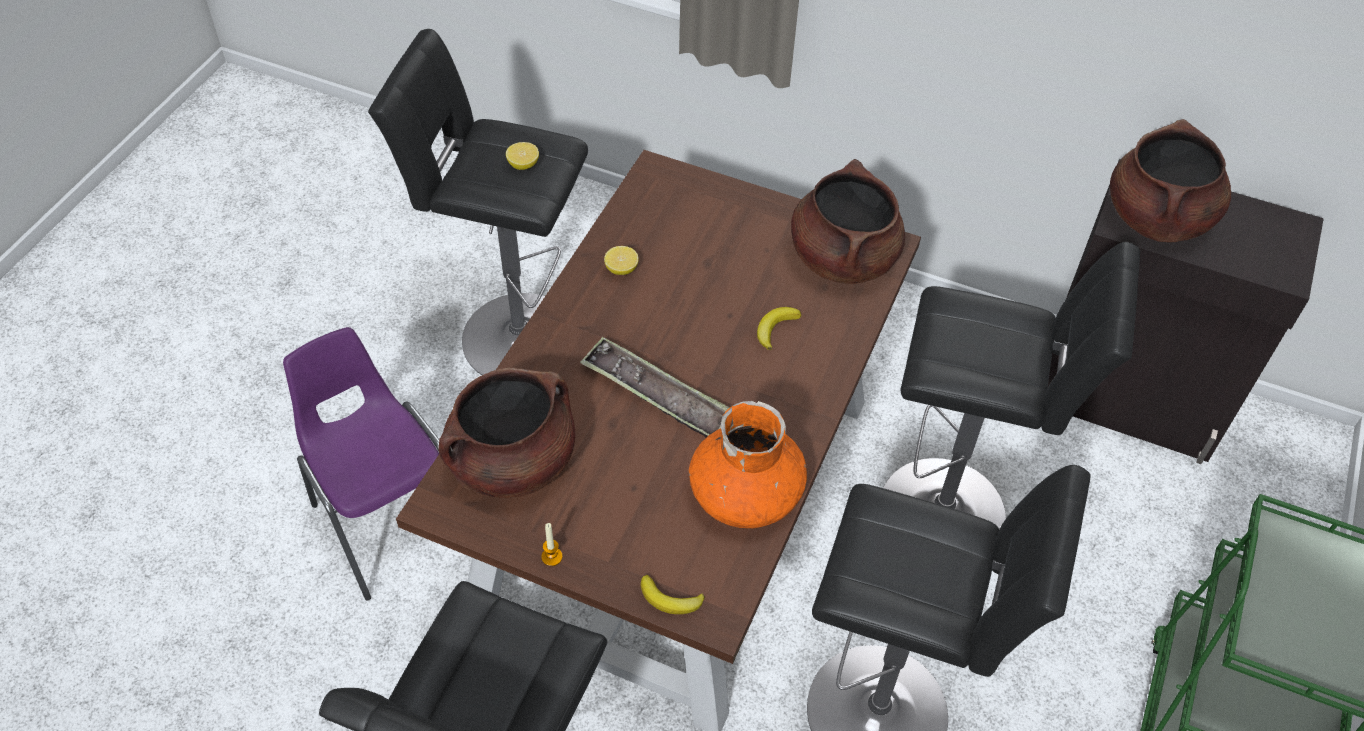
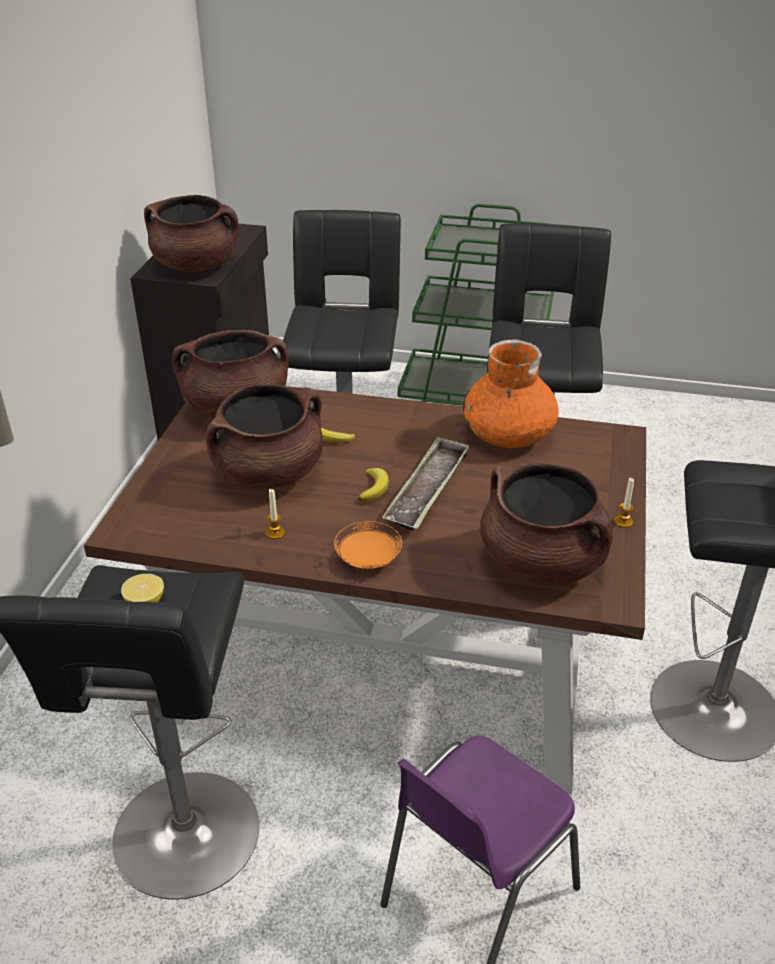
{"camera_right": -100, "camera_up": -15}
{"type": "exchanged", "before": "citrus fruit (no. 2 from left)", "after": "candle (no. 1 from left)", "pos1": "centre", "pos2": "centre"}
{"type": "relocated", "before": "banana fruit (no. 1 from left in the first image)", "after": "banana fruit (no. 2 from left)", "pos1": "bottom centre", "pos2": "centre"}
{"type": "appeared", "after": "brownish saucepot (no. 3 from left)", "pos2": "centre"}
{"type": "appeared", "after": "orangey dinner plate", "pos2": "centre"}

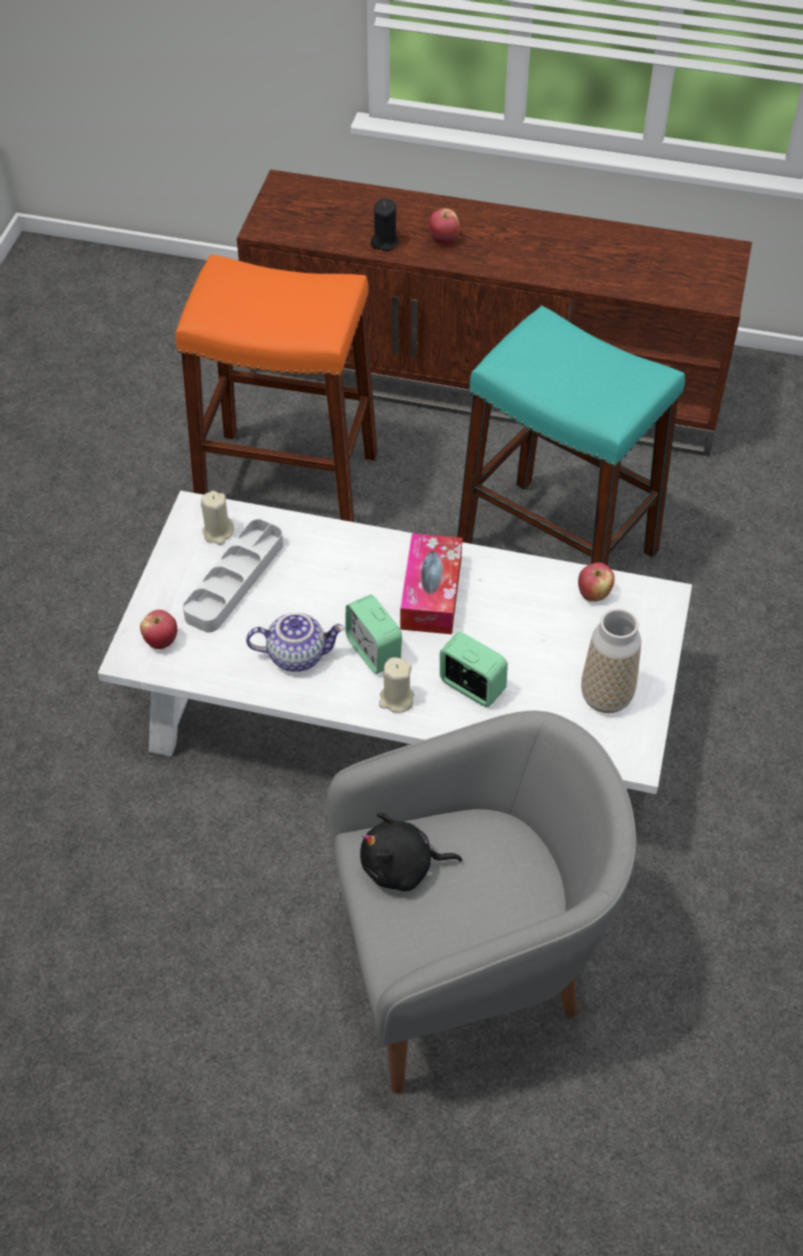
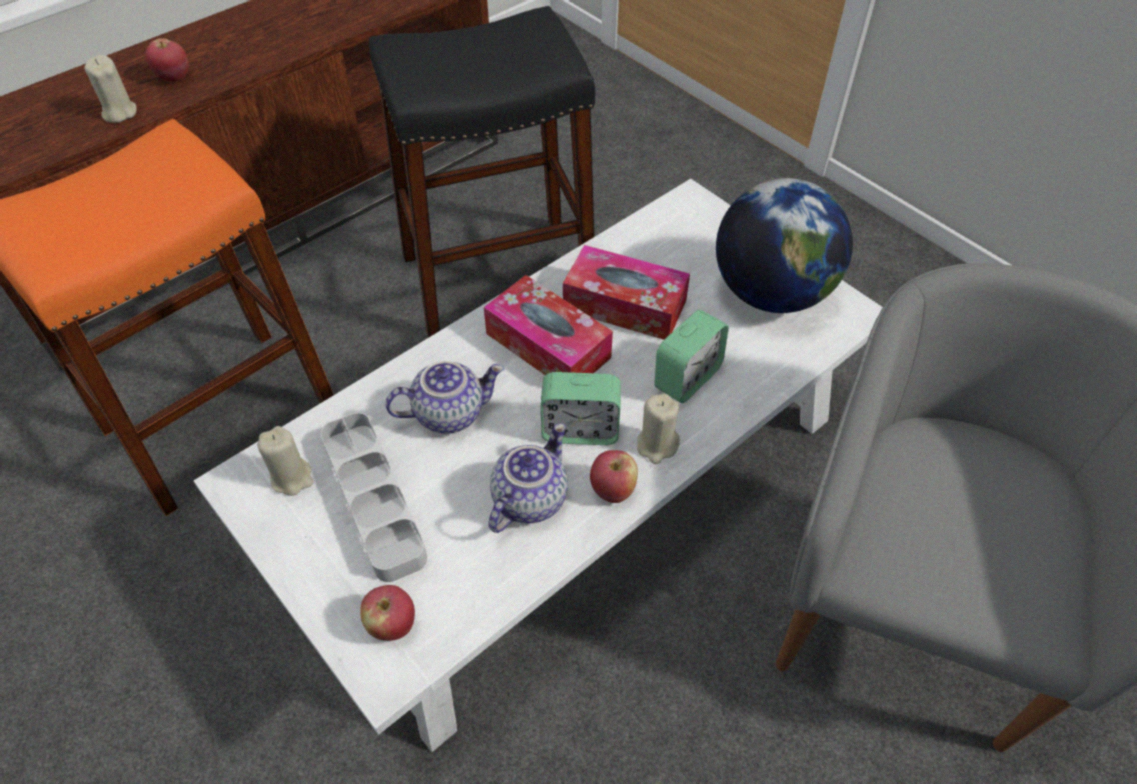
{"camera_right": -55, "camera_up": 0}
{"type": "colour", "before": "blackish candle", "after": "beige-coloured candle (no. 1 from left)", "pos1": "top centre", "pos2": "top left"}
{"type": "colour", "before": "turquoise-coloured stool seat", "after": "blackish stool seat", "pos1": "middle right", "pos2": "top centre"}
{"type": "relocated", "before": "apple fruit (no. 3 from left)", "pos1": "middle right", "pos2": "centre"}
{"type": "exchanged", "before": "flower vase", "after": "globe", "pos1": "middle right", "pos2": "top right"}
{"type": "spun", "before": "bedside clock (no. 2 from left)", "pos1": "centre", "pos2": "centre", "turn": 150}
{"type": "missing", "before": "blackish plush toy", "pos1": "bottom centre"}
{"type": "appeared", "after": "tissue holder (no. 2 from left)", "pos2": "centre"}
{"type": "appeared", "after": "tea pot (no. 1 from left)", "pos2": "centre"}

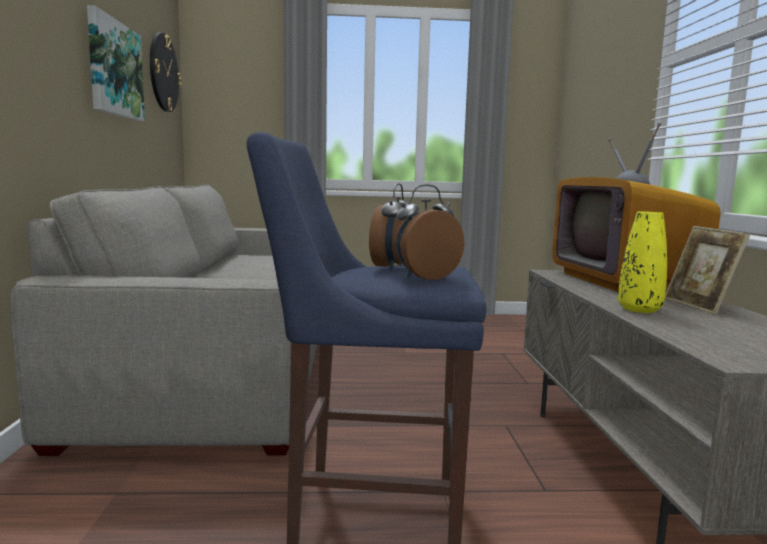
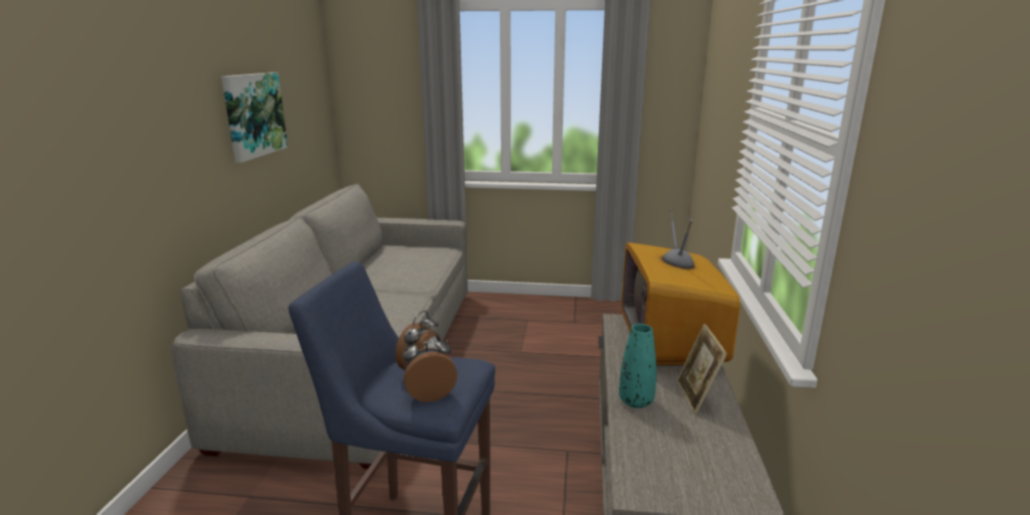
{"camera_right": 10, "camera_up": 10}
{"type": "missing", "before": "clock on the wall", "pos1": "top left"}
{"type": "colour", "before": "yellow flower vase", "after": "turquoise-coloured flower vase", "pos1": "middle right", "pos2": "bottom centre"}

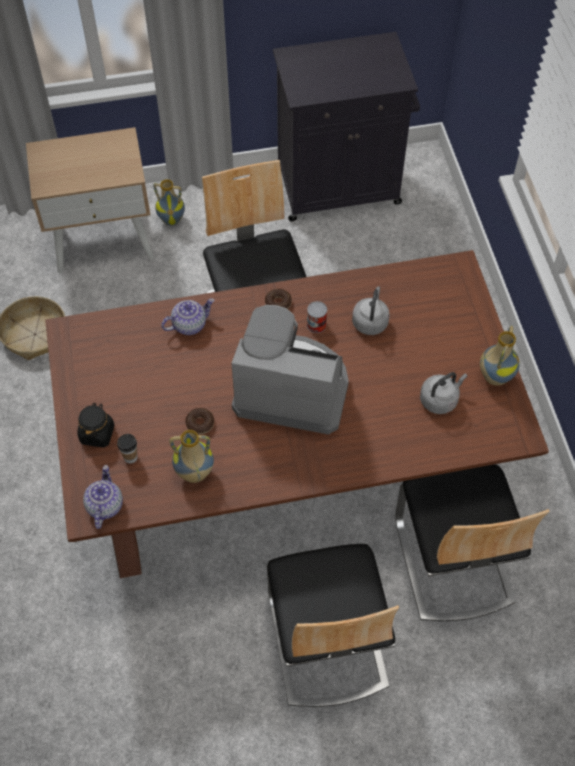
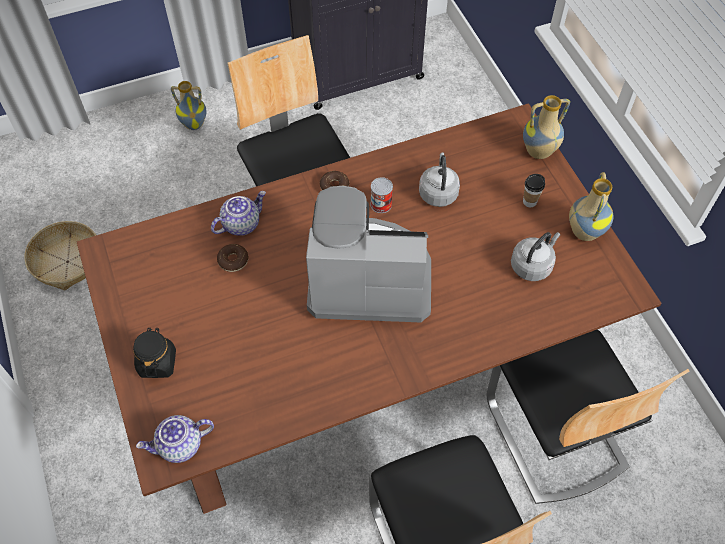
{"camera_right": -10, "camera_up": 0}
{"type": "missing", "before": "beige-coloured nightstand", "pos1": "top left"}
{"type": "relocated", "before": "ring doughnut (no. 1 from left)", "pos1": "centre", "pos2": "middle left"}
{"type": "relocated", "before": "flower vase (no. 2 from left)", "pos1": "middle left", "pos2": "top right"}
{"type": "relocated", "before": "drinking cup", "pos1": "middle left", "pos2": "middle right"}
{"type": "spun", "before": "tea pot (no. 1 from left)", "pos1": "middle left", "pos2": "bottom left", "turn": -105}

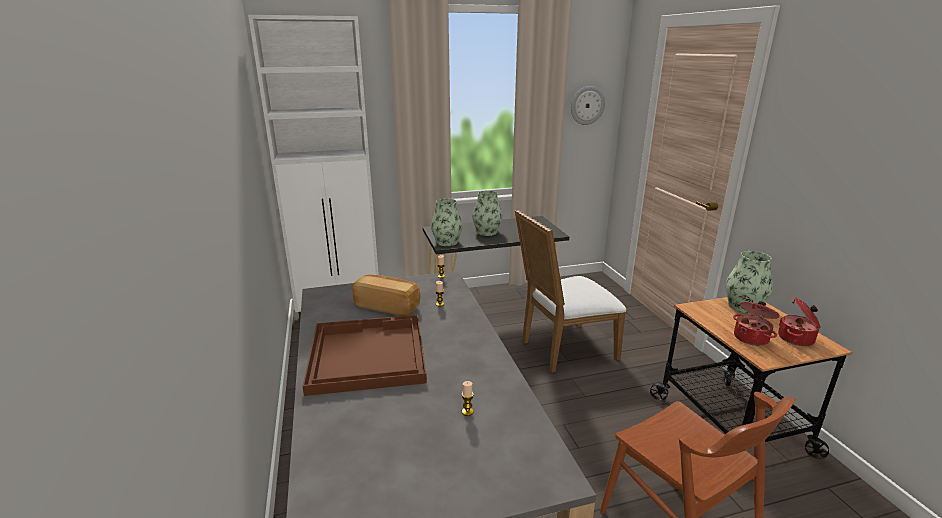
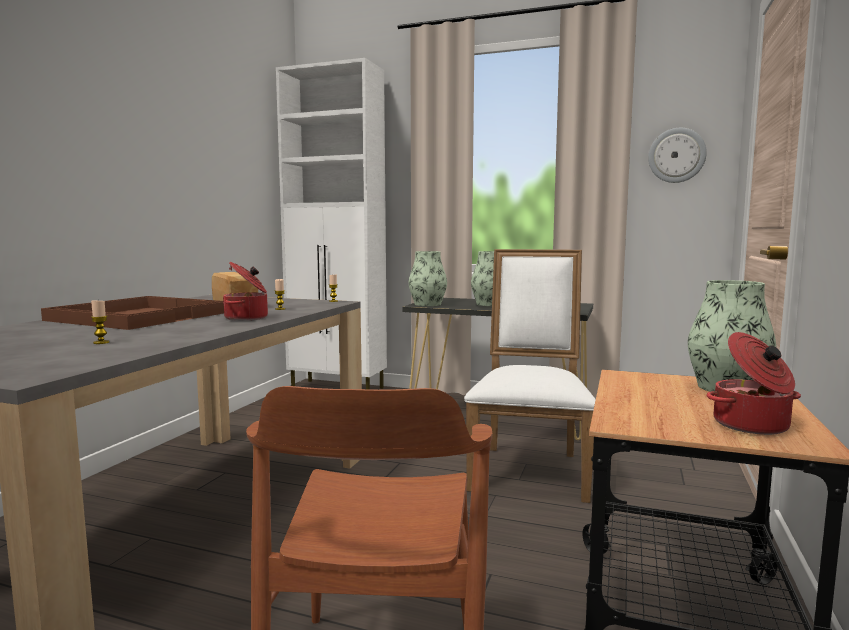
{"camera_right": 35, "camera_up": -15}
{"type": "spun", "before": "white-coloured chair", "pos1": "centre", "pos2": "centre", "turn": 90}
{"type": "relocated", "before": "saucepot (no. 1 from left)", "pos1": "middle right", "pos2": "middle left"}

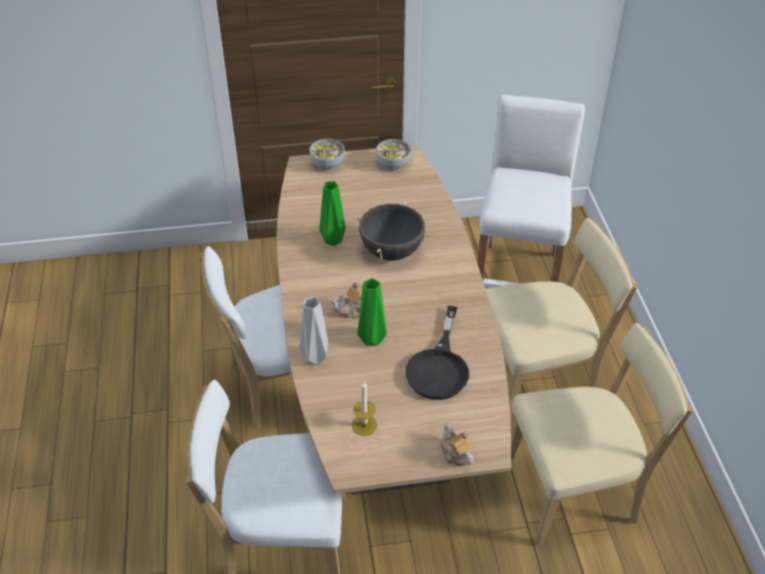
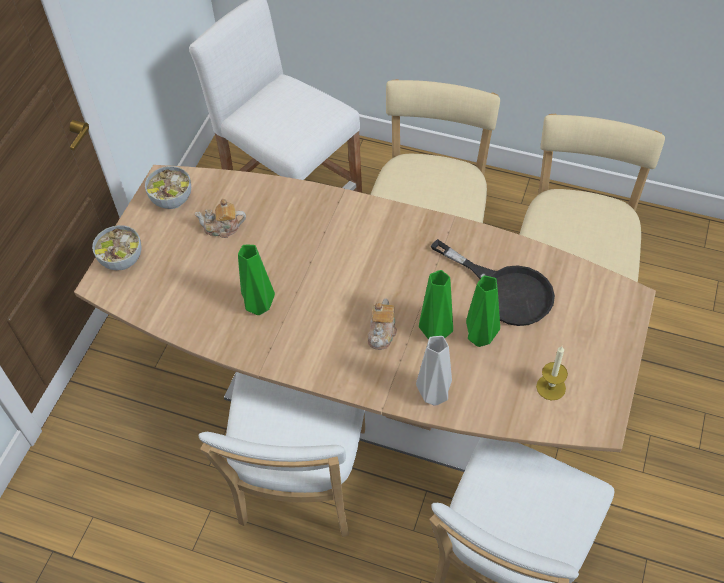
{"camera_right": -60, "camera_up": 10}
{"type": "missing", "before": "blackish saucepot", "pos1": "centre"}
{"type": "relocated", "before": "tea pot (no. 2 from left in the first image)", "after": "tea pot (no. 1 from left)", "pos1": "bottom centre", "pos2": "middle left"}
{"type": "appeared", "after": "green-coloured flower vase (no. 3 from left)", "pos2": "middle right"}

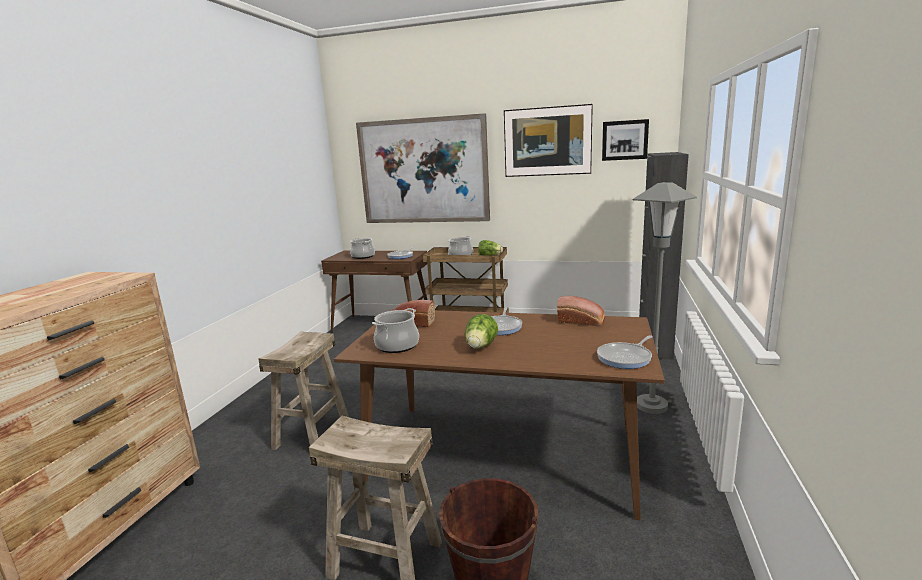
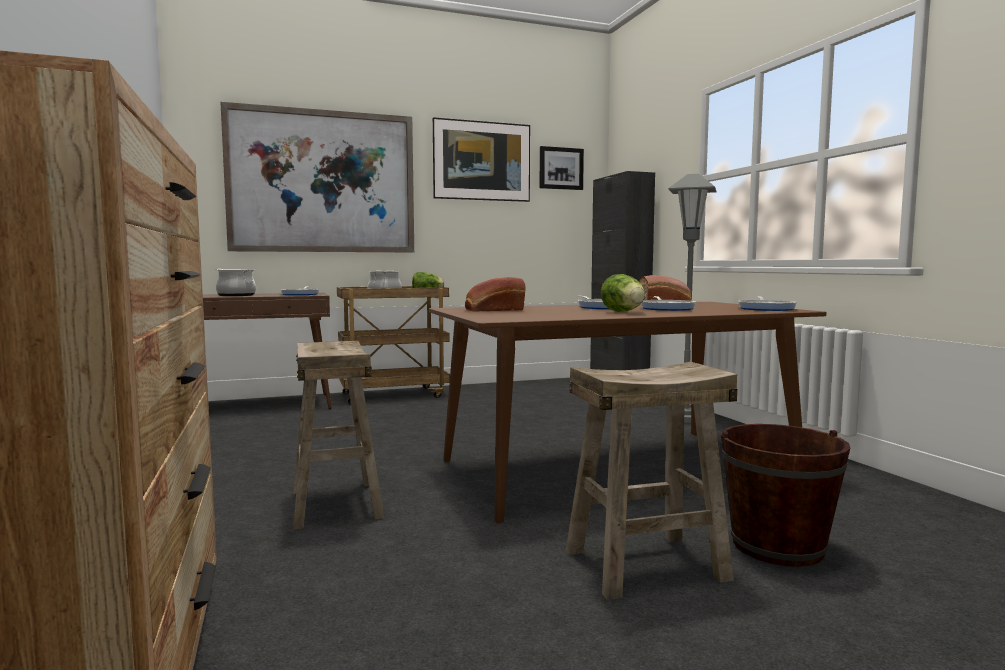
{"camera_right": -35, "camera_up": -10}
{"type": "missing", "before": "saucepot (no. 2 from left)", "pos1": "centre"}
{"type": "appeared", "after": "frying pan (no. 3 from left)", "pos2": "centre"}

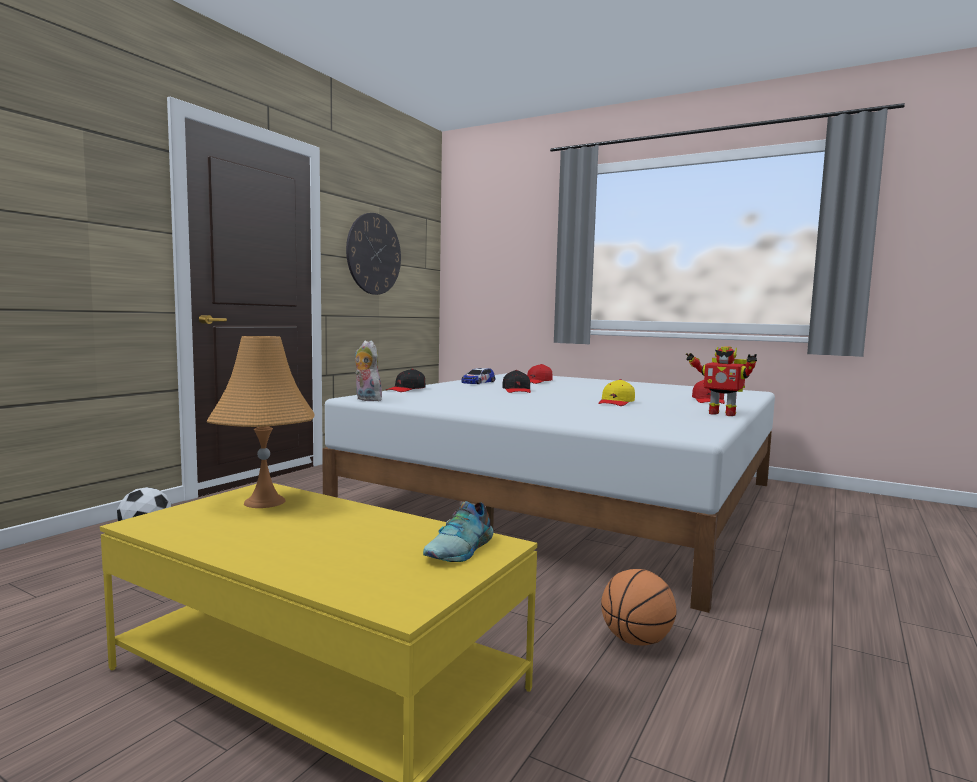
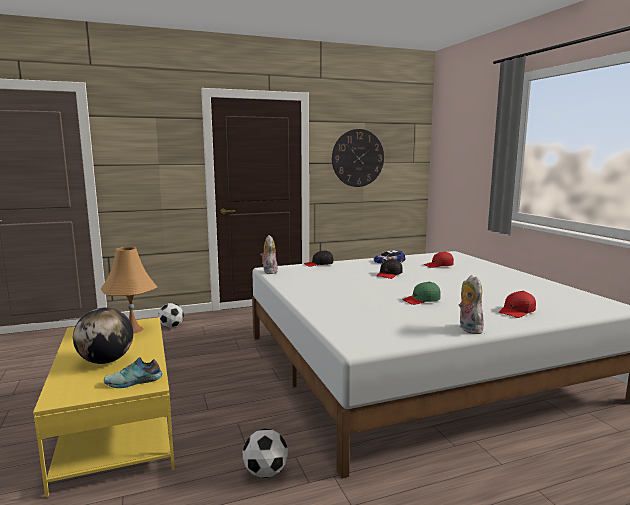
{"camera_right": 40, "camera_up": 5}
{"type": "exchanged", "before": "robot figure", "after": "plush toy (no. 2 from left)", "pos1": "middle right", "pos2": "middle right"}
{"type": "colour", "before": "yellow peaked cap", "after": "green-coloured peaked cap", "pos1": "centre", "pos2": "middle right"}
{"type": "exchanged", "before": "basketball", "after": "football (no. 2 from left)", "pos1": "bottom centre", "pos2": "bottom centre"}
{"type": "appeared", "after": "globe", "pos2": "middle left"}

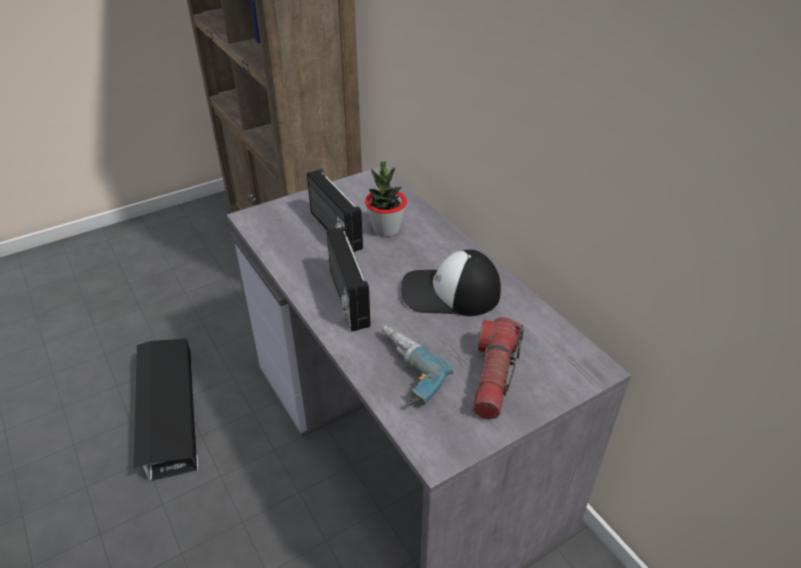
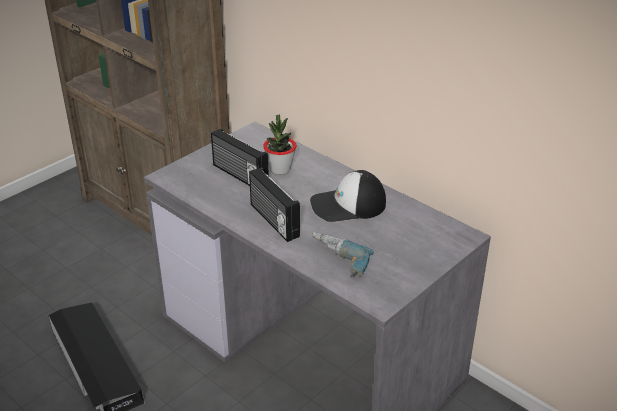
{"camera_right": -15, "camera_up": -5}
{"type": "missing", "before": "hand torch", "pos1": "centre"}

